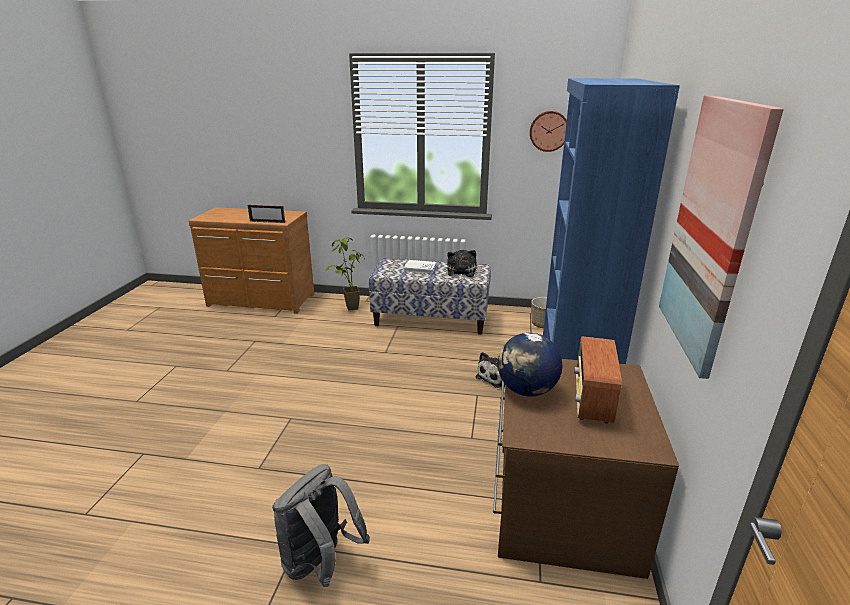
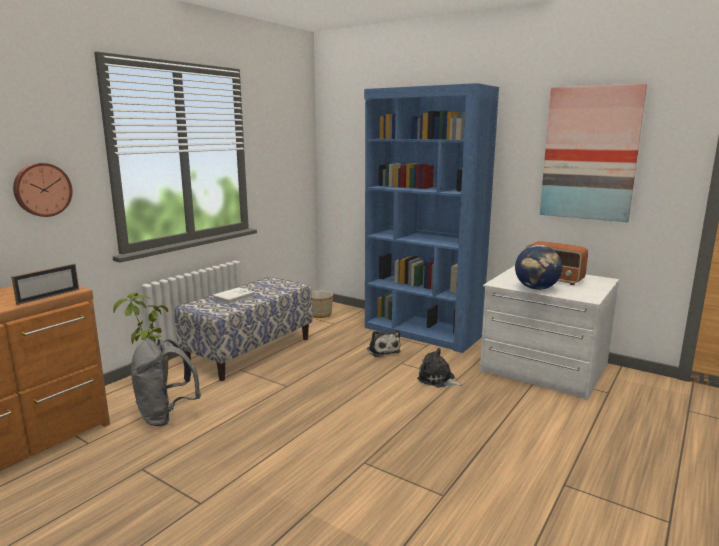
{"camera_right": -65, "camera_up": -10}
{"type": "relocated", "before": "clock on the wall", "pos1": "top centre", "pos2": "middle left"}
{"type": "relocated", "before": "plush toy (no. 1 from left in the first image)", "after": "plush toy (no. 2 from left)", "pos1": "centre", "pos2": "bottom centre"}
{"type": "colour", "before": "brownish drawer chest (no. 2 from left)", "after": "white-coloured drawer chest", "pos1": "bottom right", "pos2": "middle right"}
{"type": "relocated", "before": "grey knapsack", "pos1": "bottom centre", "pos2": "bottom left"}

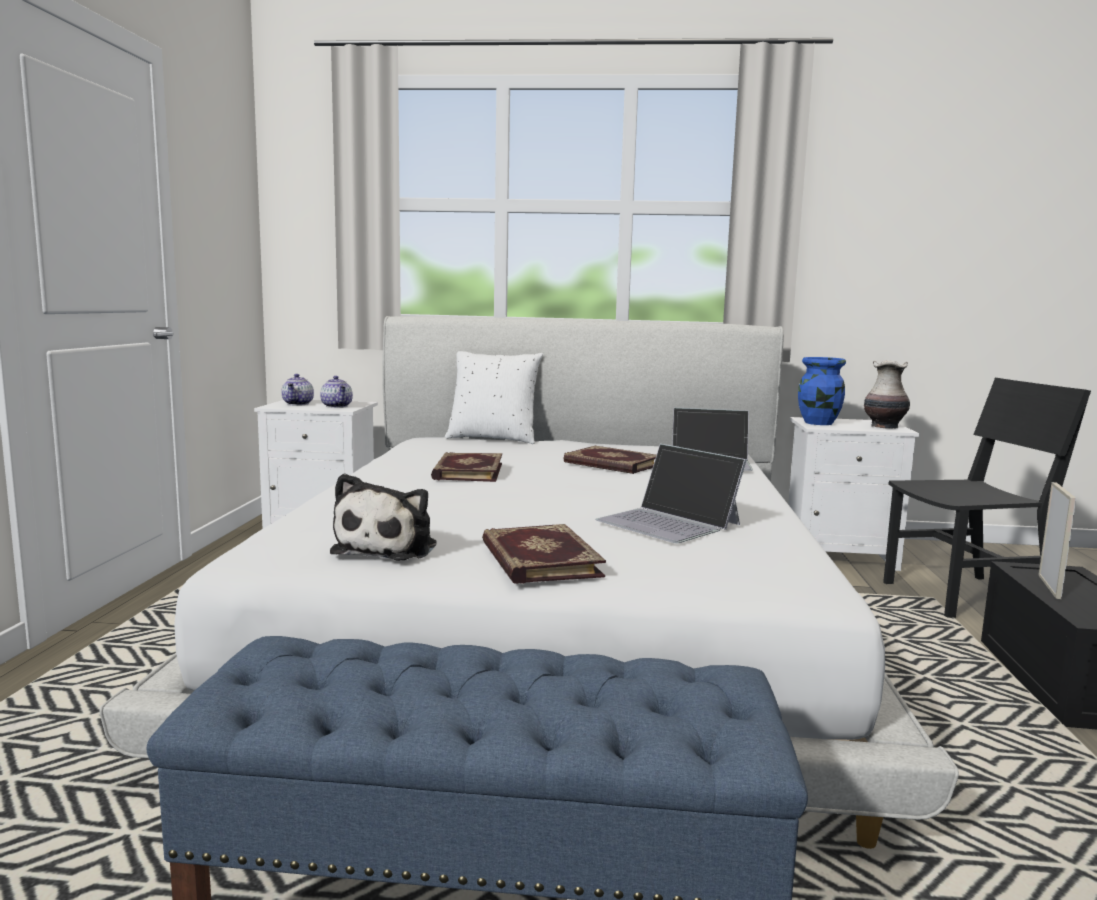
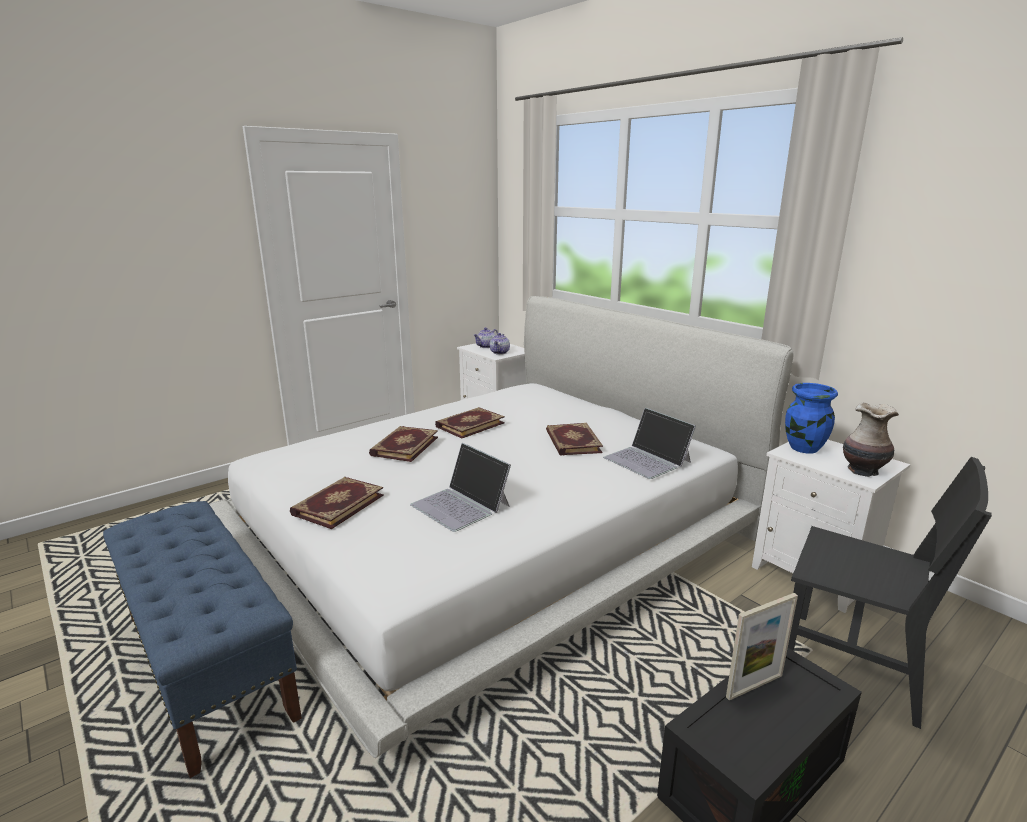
{"camera_right": 45, "camera_up": 10}
{"type": "missing", "before": "white-coloured throw pillow", "pos1": "centre"}
{"type": "spun", "before": "notebook computer (no. 1 from left)", "pos1": "centre", "pos2": "centre", "turn": -45}
{"type": "missing", "before": "plush toy", "pos1": "centre"}
{"type": "appeared", "after": "bound book (no. 2 from left)", "pos2": "centre"}

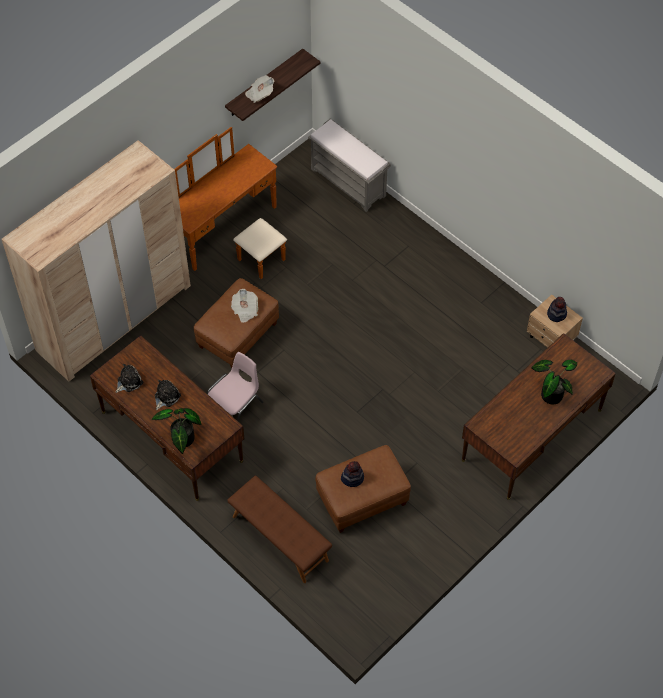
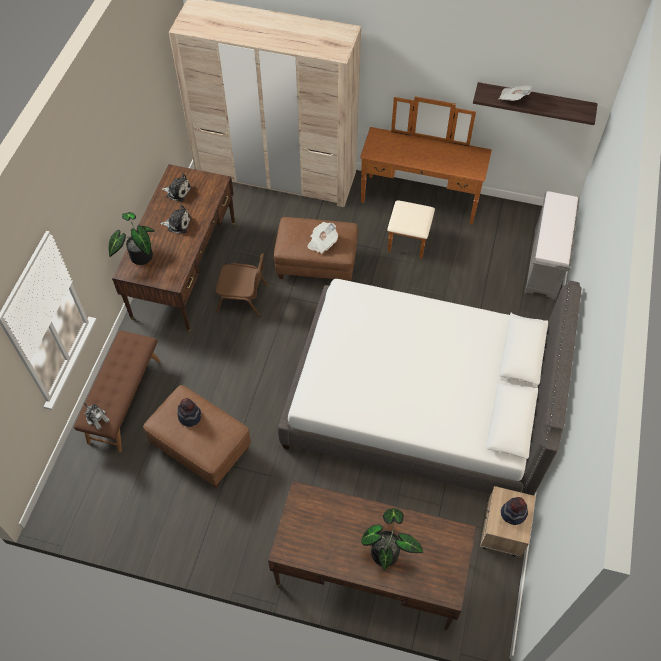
{"camera_right": 60, "camera_up": 0}
{"type": "colour", "before": "pinkish chair", "after": "brownish chair", "pos1": "centre", "pos2": "centre"}
{"type": "appeared", "after": "white-coloured bedroom bed", "pos2": "centre"}
{"type": "appeared", "after": "plush toy (no. 1 from left)", "pos2": "middle left"}

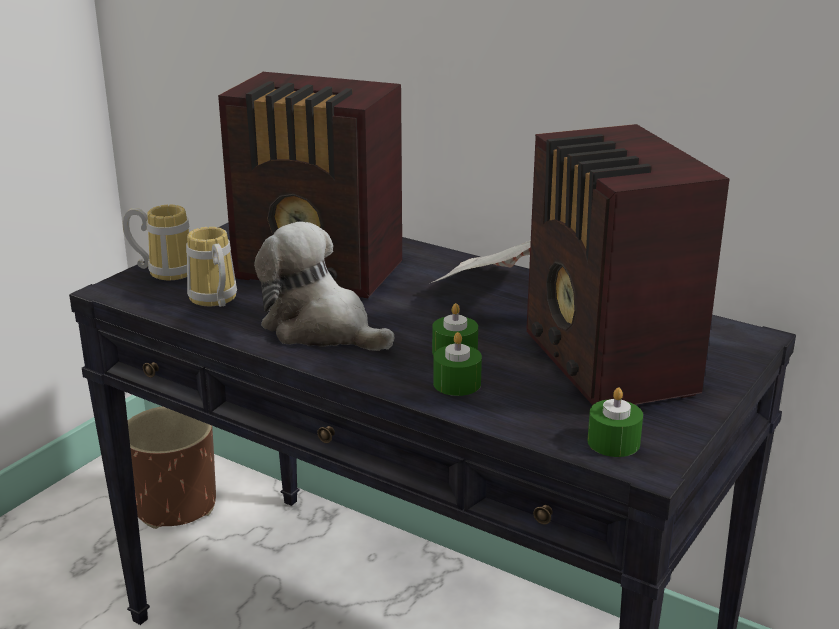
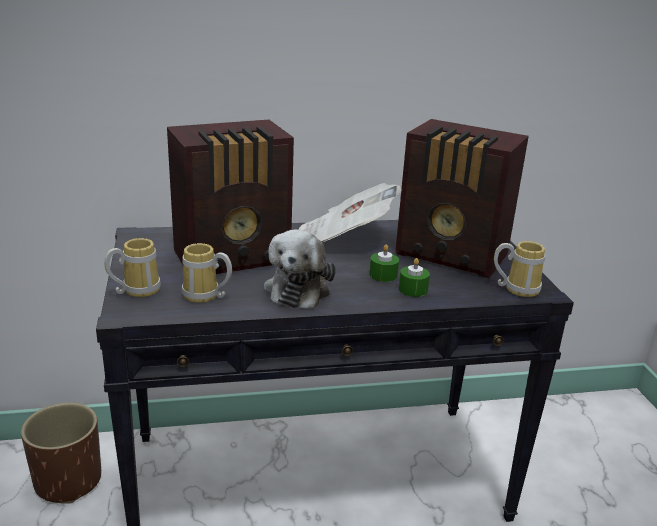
{"camera_right": -45, "camera_up": 0}
{"type": "spun", "before": "plush toy", "pos1": "centre", "pos2": "centre", "turn": -75}
{"type": "exchanged", "before": "green-coloured candle (no. 3 from left)", "after": "mug (no. 3 from left)", "pos1": "bottom right", "pos2": "middle right"}

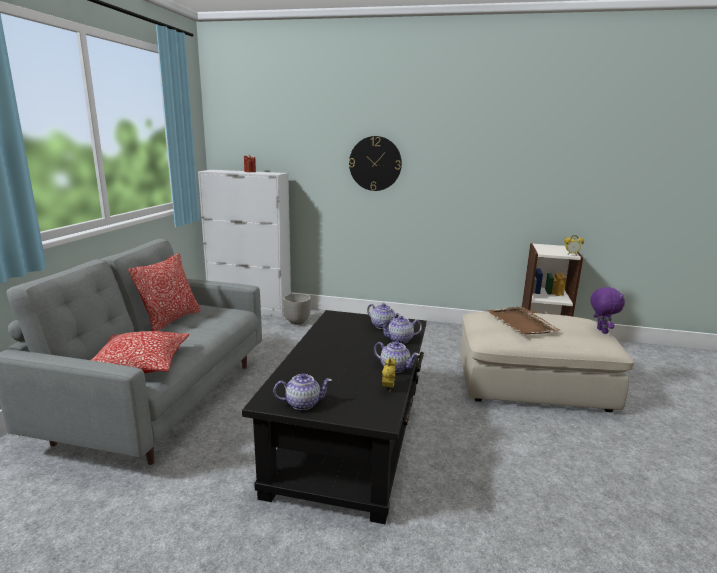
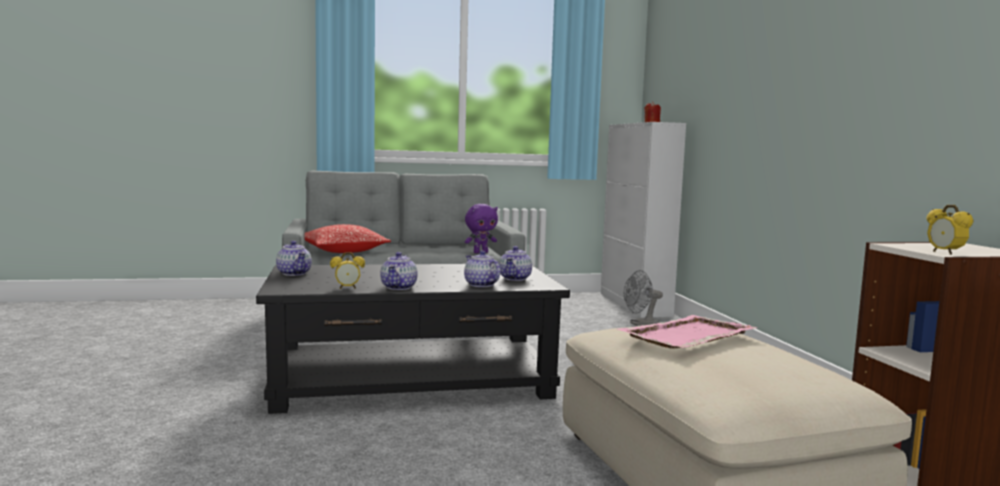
{"camera_right": 65, "camera_up": -10}
{"type": "missing", "before": "clock on the wall", "pos1": "top centre"}
{"type": "missing", "before": "throw pillow (no. 2 from left)", "pos1": "middle left"}
{"type": "relocated", "before": "purple plush toy", "pos1": "middle right", "pos2": "centre"}
{"type": "exchanged", "before": "planter", "after": "grey electric fan", "pos1": "centre", "pos2": "centre"}
{"type": "colour", "before": "brownish carrying tray", "after": "pinkish carrying tray", "pos1": "middle right", "pos2": "bottom right"}

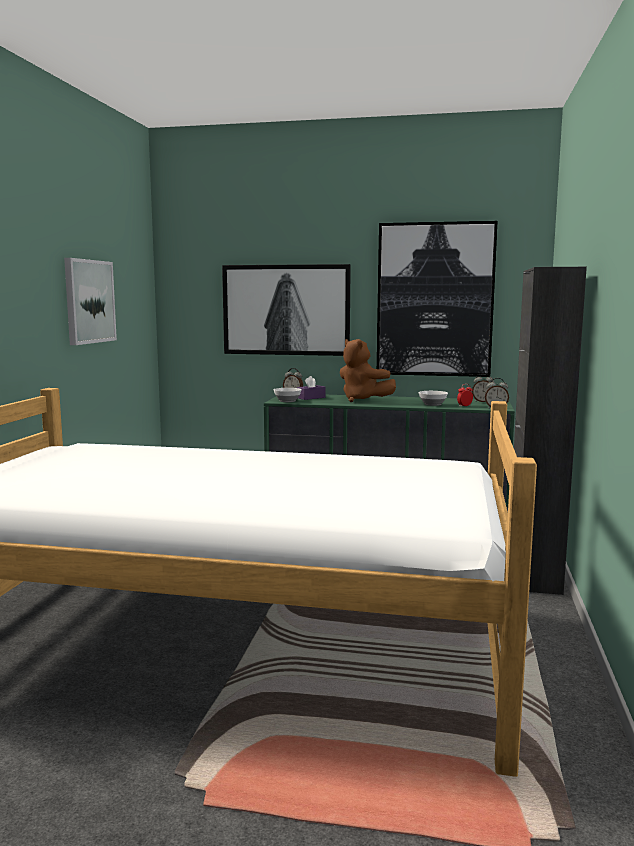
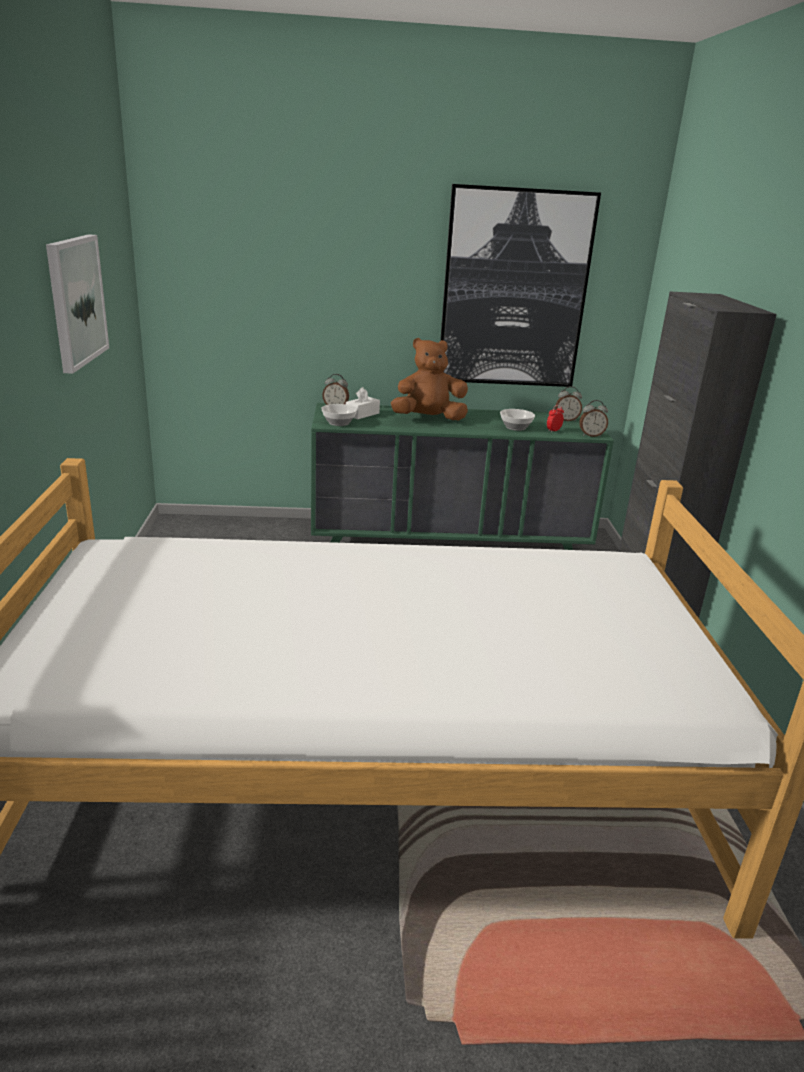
{"camera_right": -15, "camera_up": 15}
{"type": "missing", "before": "wall picture (no. 2 from left)", "pos1": "centre"}
{"type": "spun", "before": "brownish plush toy", "pos1": "centre", "pos2": "centre", "turn": 135}
{"type": "colour", "before": "purple tissue holder", "after": "white-coloured tissue holder", "pos1": "centre", "pos2": "centre"}

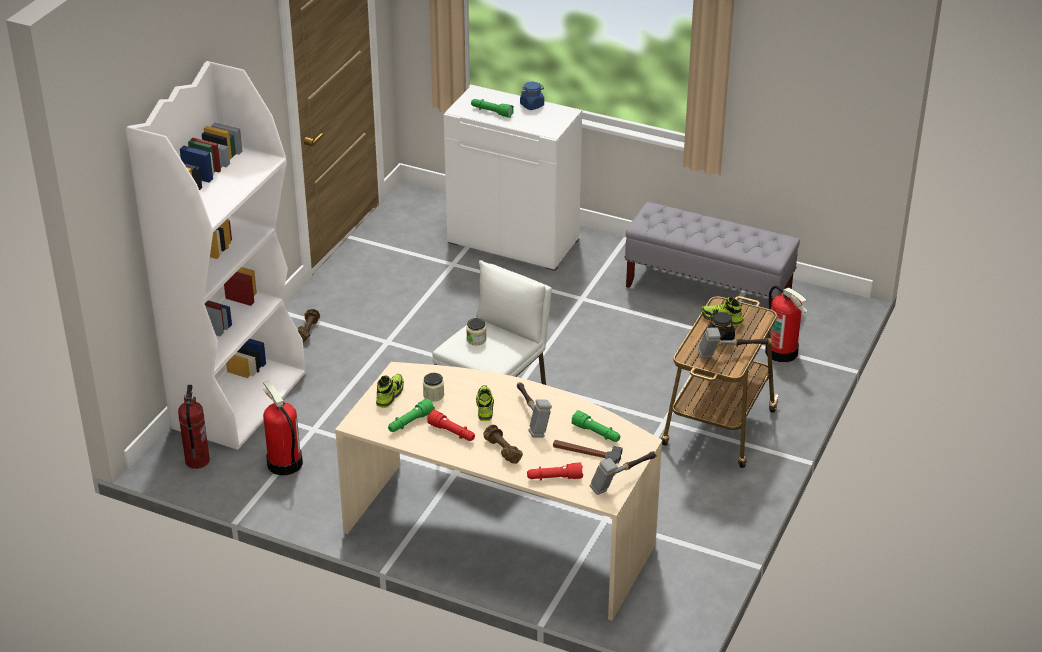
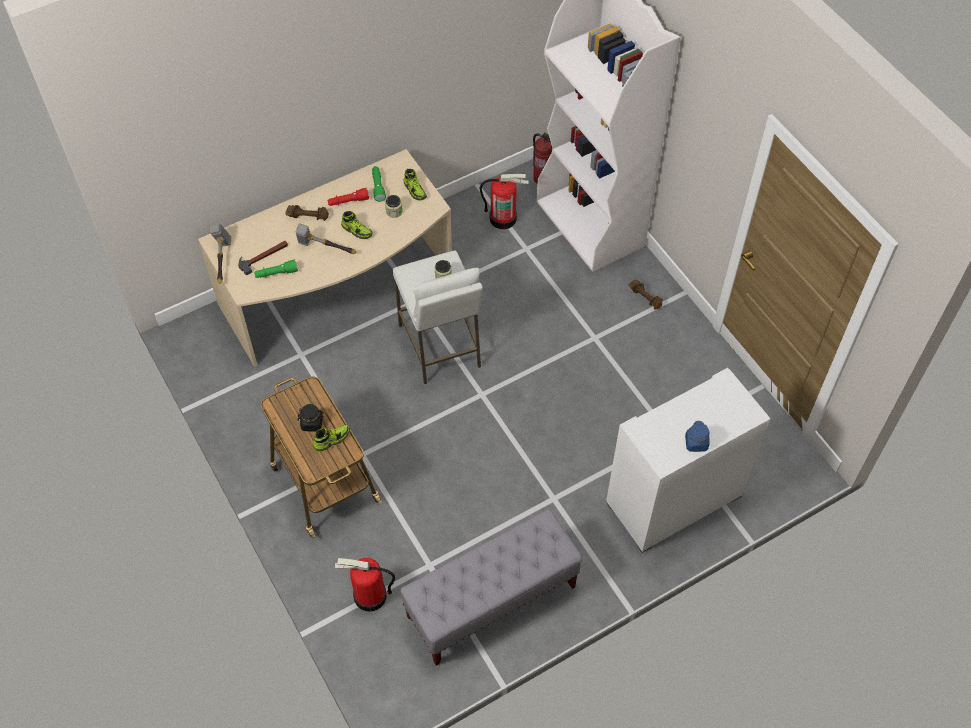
{"camera_right": 125, "camera_up": 20}
{"type": "missing", "before": "green-coloured hand torch (no. 2 from left)", "pos1": "top centre"}
{"type": "missing", "before": "hand hammer (no. 4 from left)", "pos1": "middle right"}
{"type": "missing", "before": "red-coloured hand torch (no. 2 from left)", "pos1": "bottom centre"}

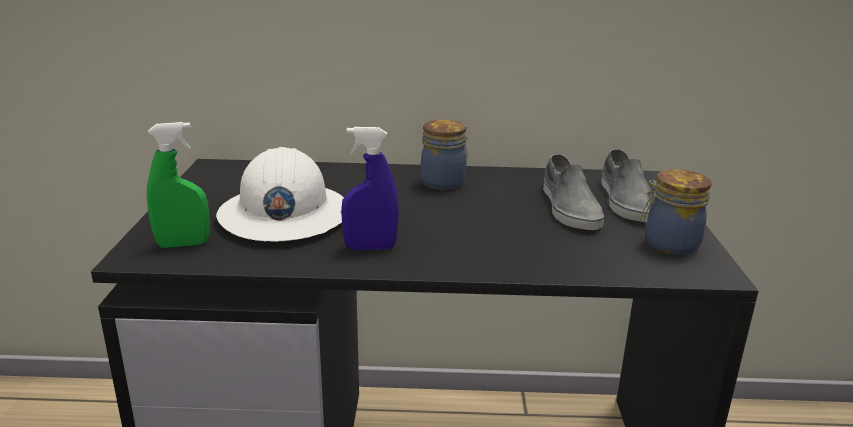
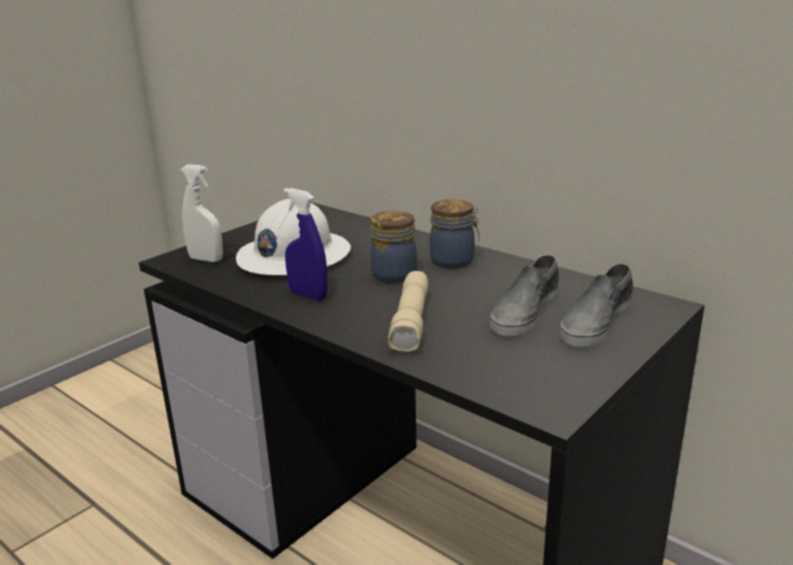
{"camera_right": 40, "camera_up": 0}
{"type": "colour", "before": "green-coloured sprayer", "after": "white-coloured sprayer", "pos1": "middle left", "pos2": "middle left"}
{"type": "relocated", "before": "preserve jar (no. 2 from left in the first image)", "after": "preserve jar (no. 1 from left)", "pos1": "middle right", "pos2": "centre"}
{"type": "appeared", "after": "beige-coloured hand torch", "pos2": "centre"}

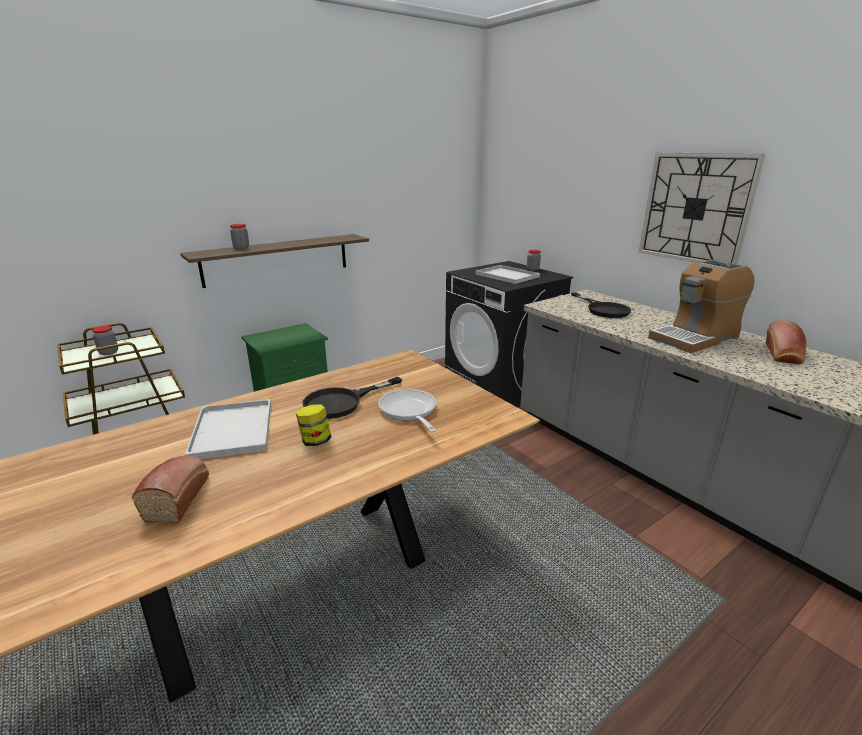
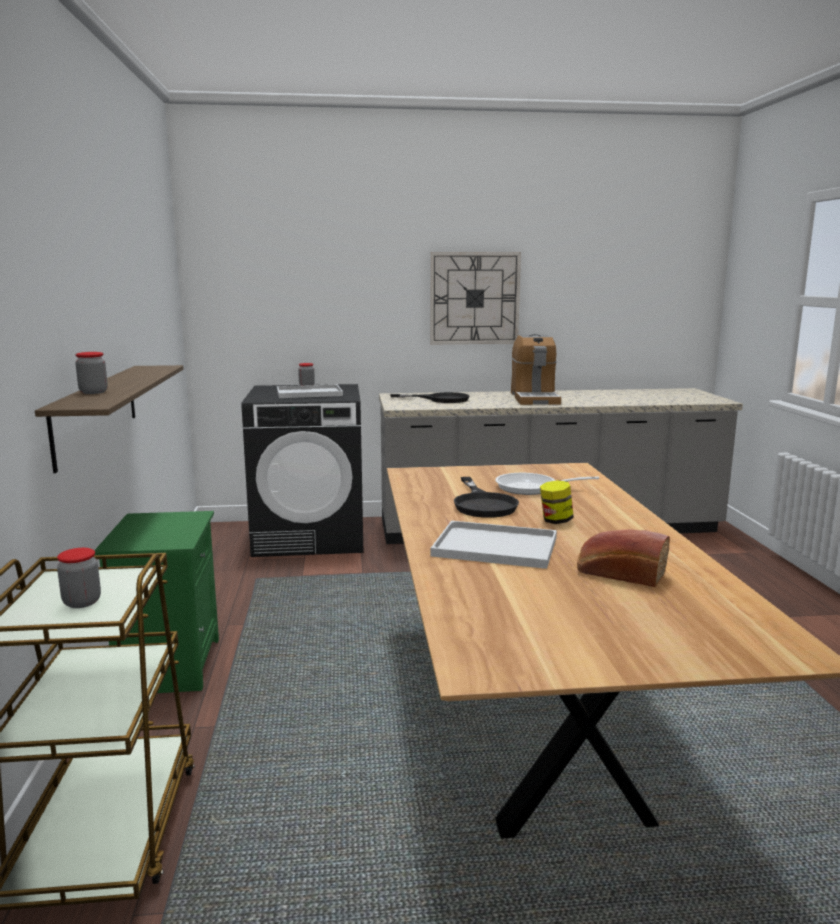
{"camera_right": -60, "camera_up": -10}
{"type": "missing", "before": "bread (no. 2 from left)", "pos1": "middle right"}

